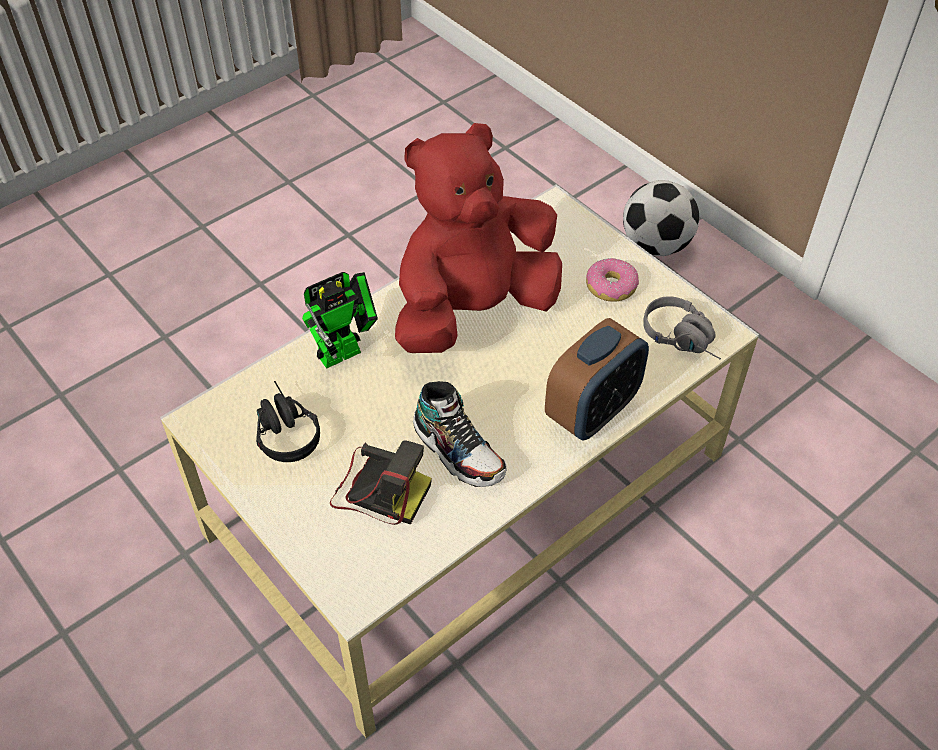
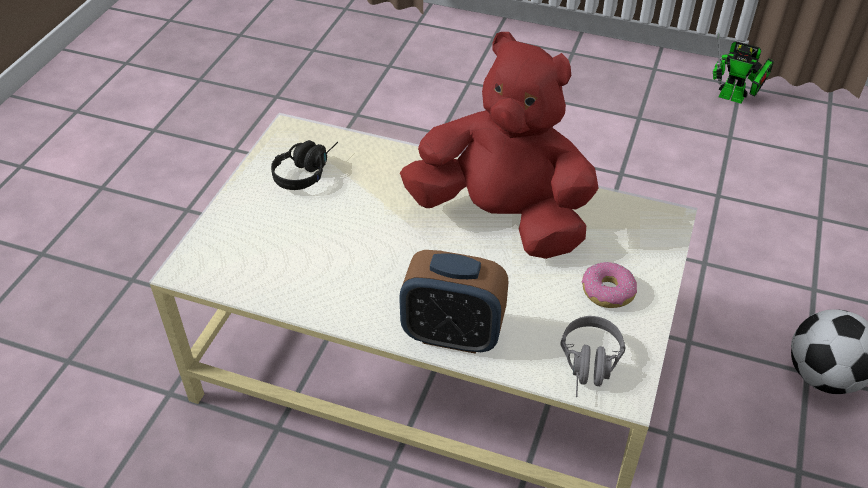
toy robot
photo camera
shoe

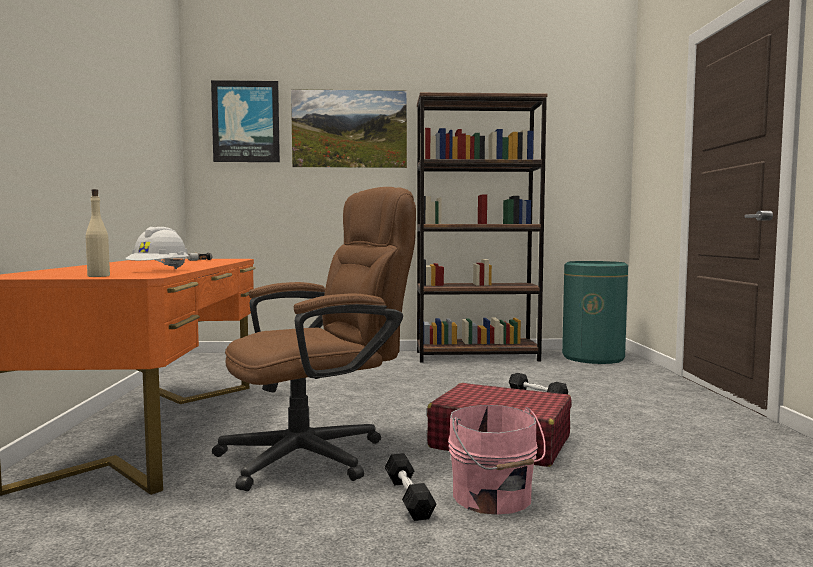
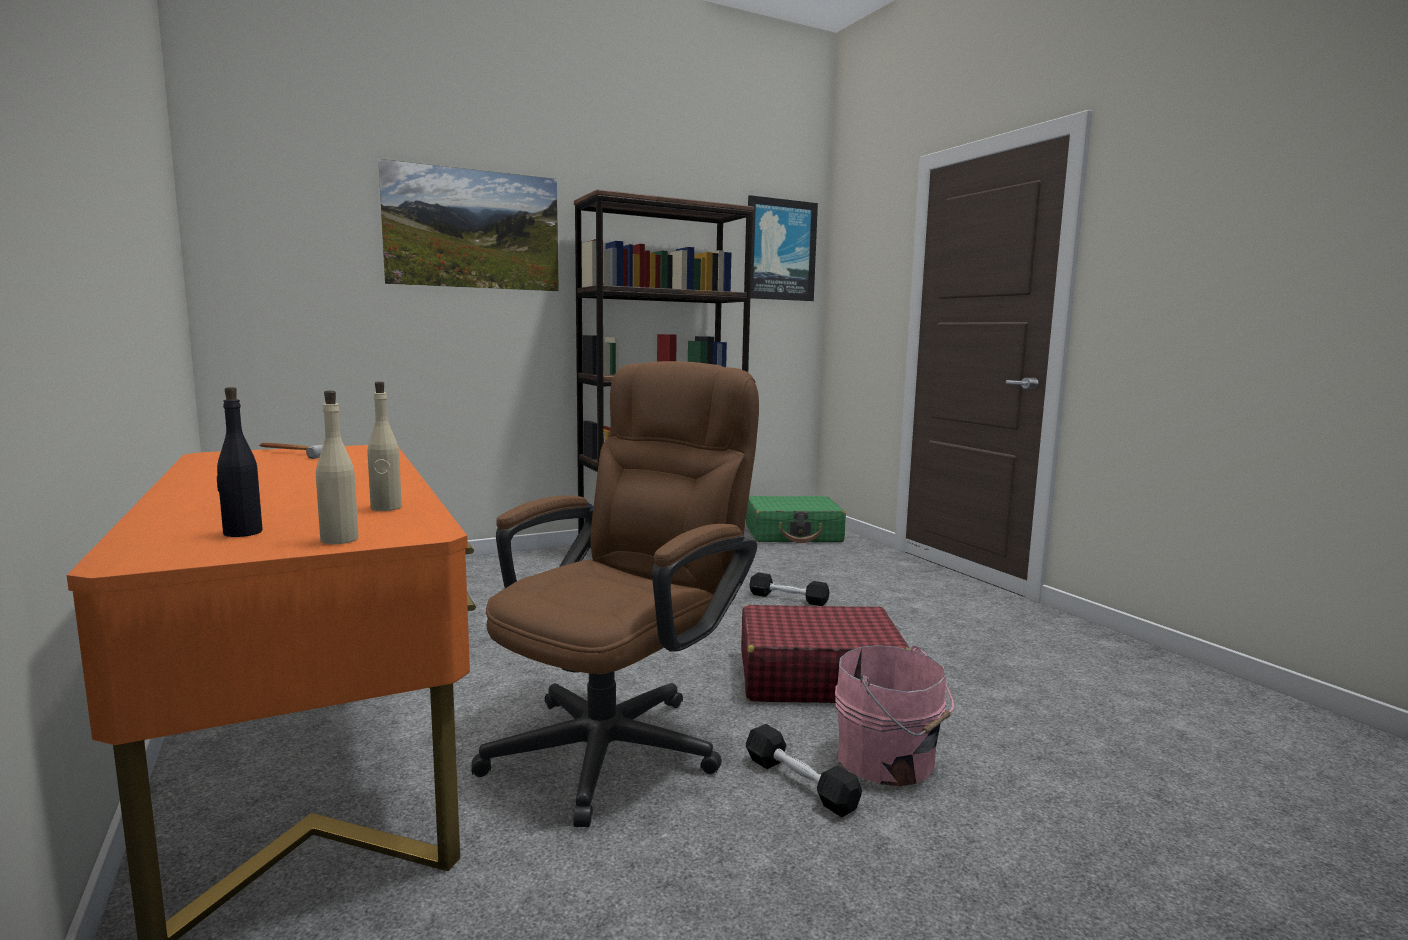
beige bottle (2nd from left)
picture (2nd from left)
green suitcase
black bottle

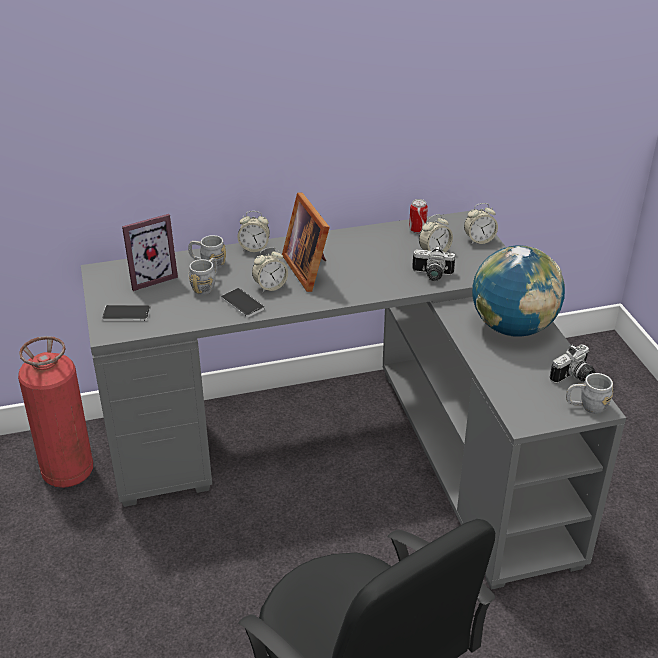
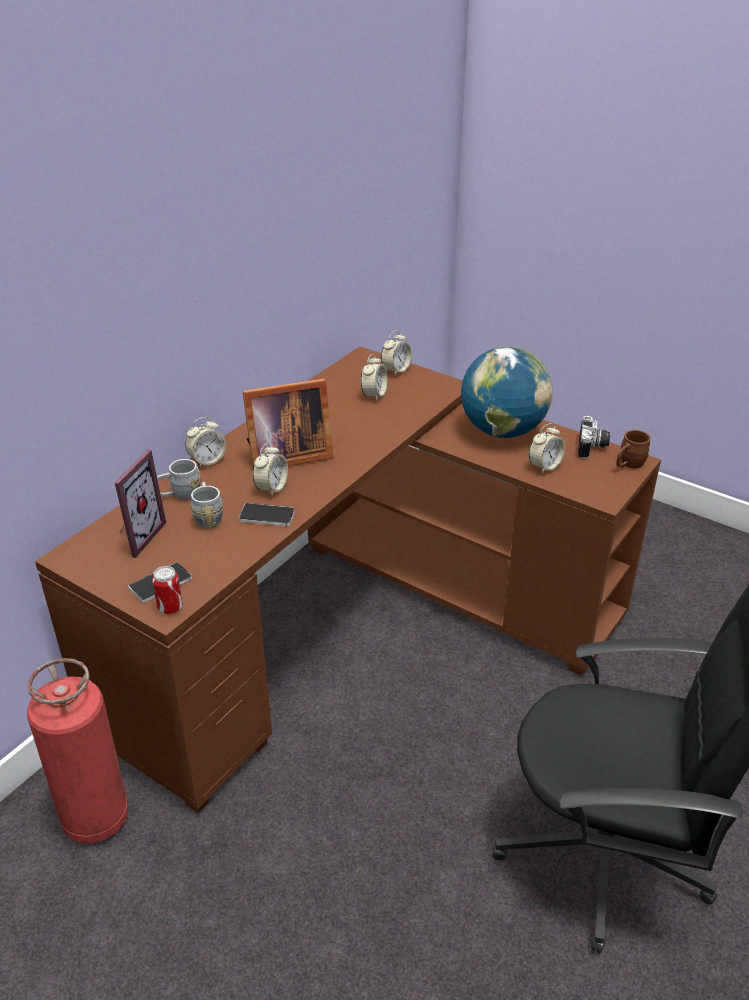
brown desk
picture frame (2nd from left)
can
photo camera (1st from left in the first image)
brown mug
alarm clock (5th from left)

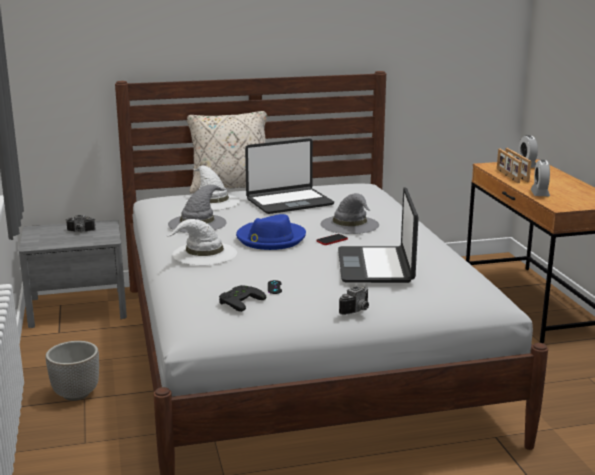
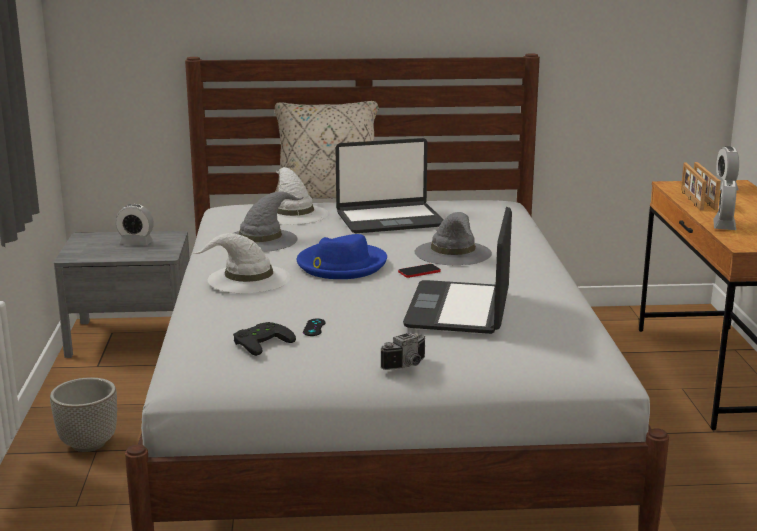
alarm clock (1st from left)

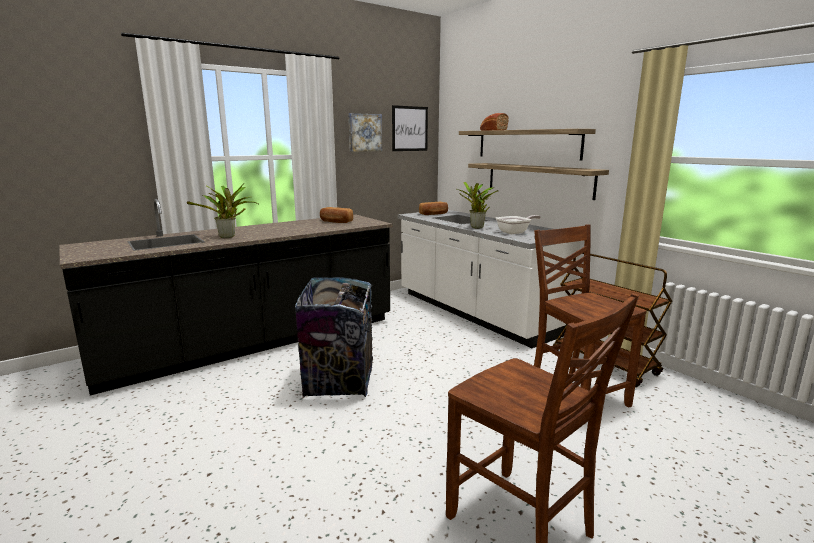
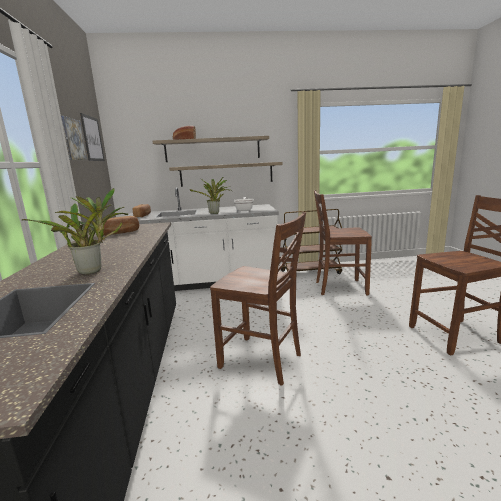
brown chair (1st from left)

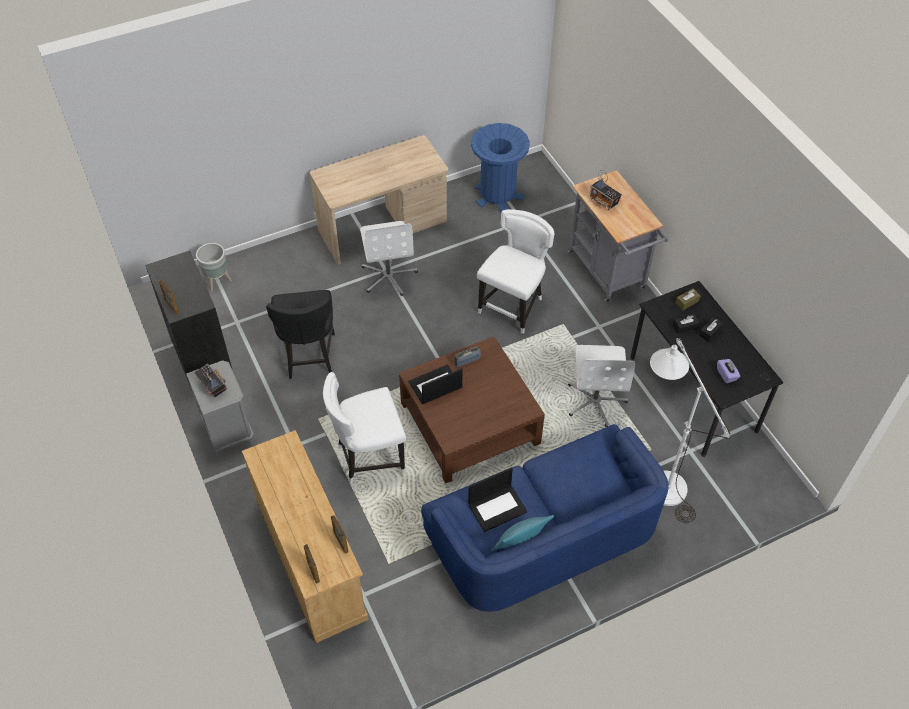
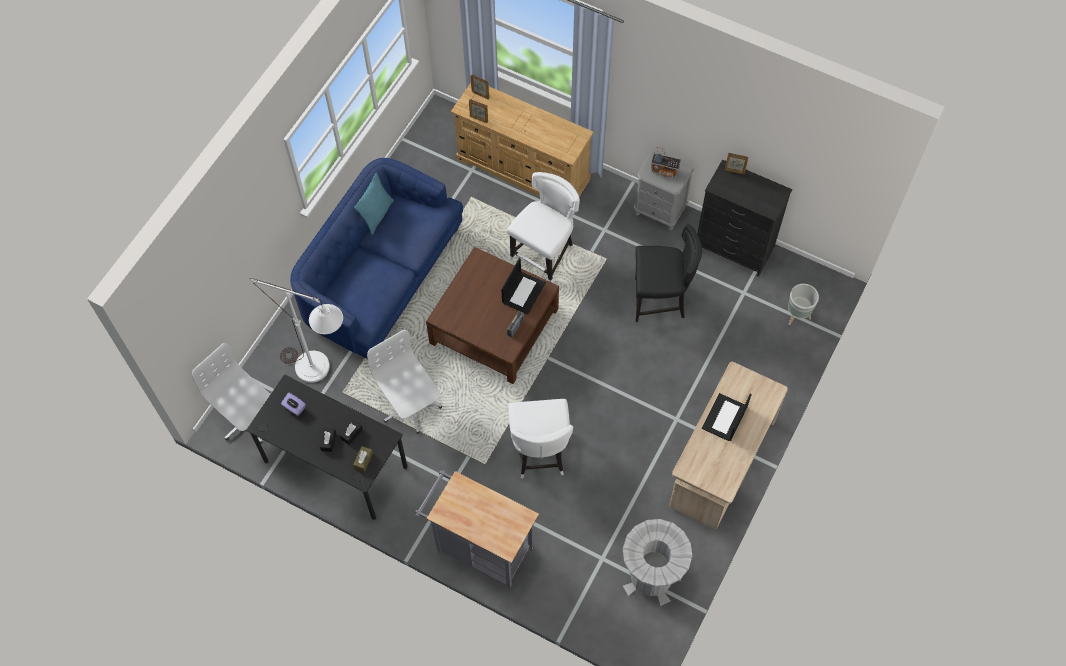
black chair
white office chair (1st from left)
laptop (2nd from left)
grey trash can
radio (3rd from left in the first image)

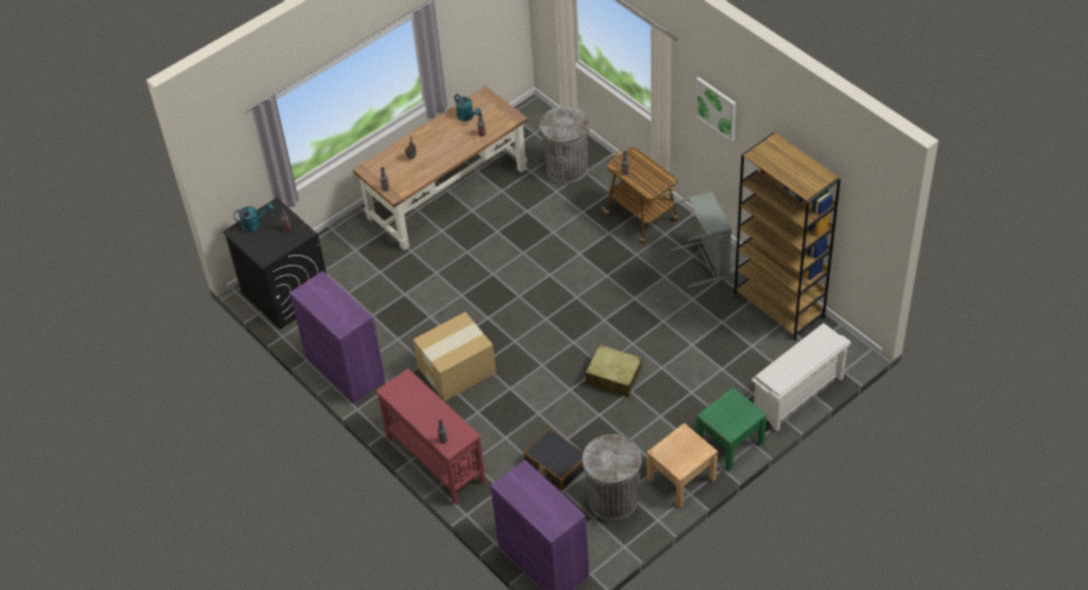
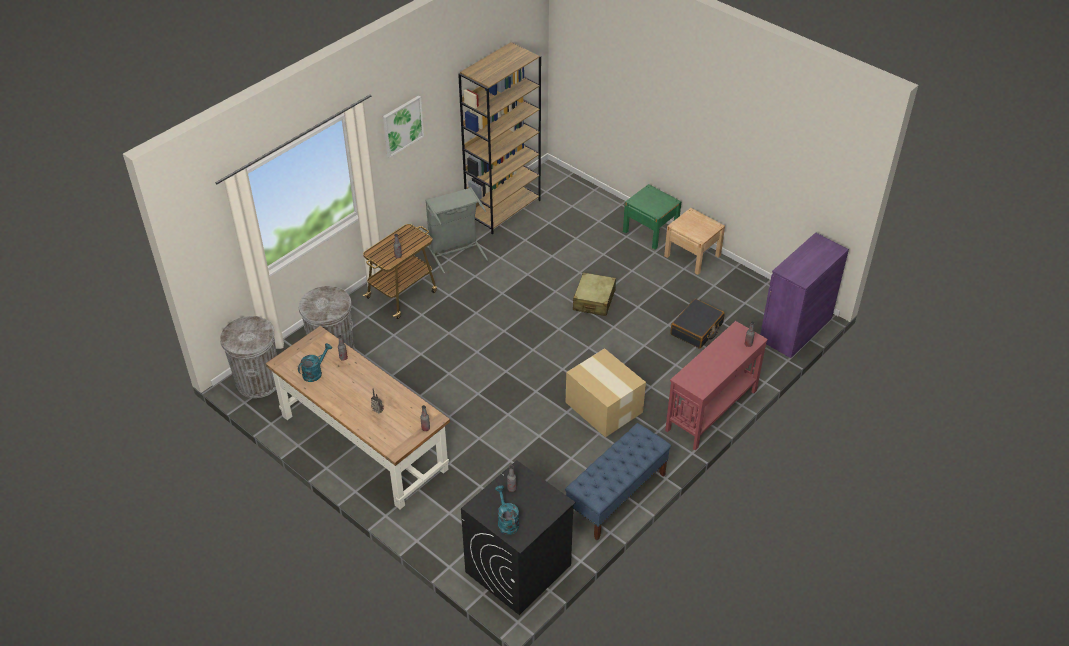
blue bench
grey trash can (1st from left)
white shoe rack

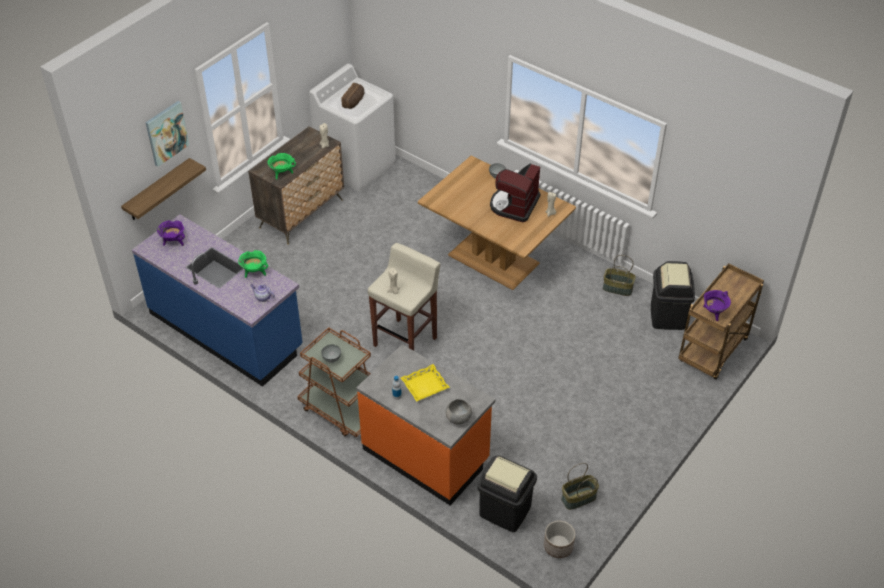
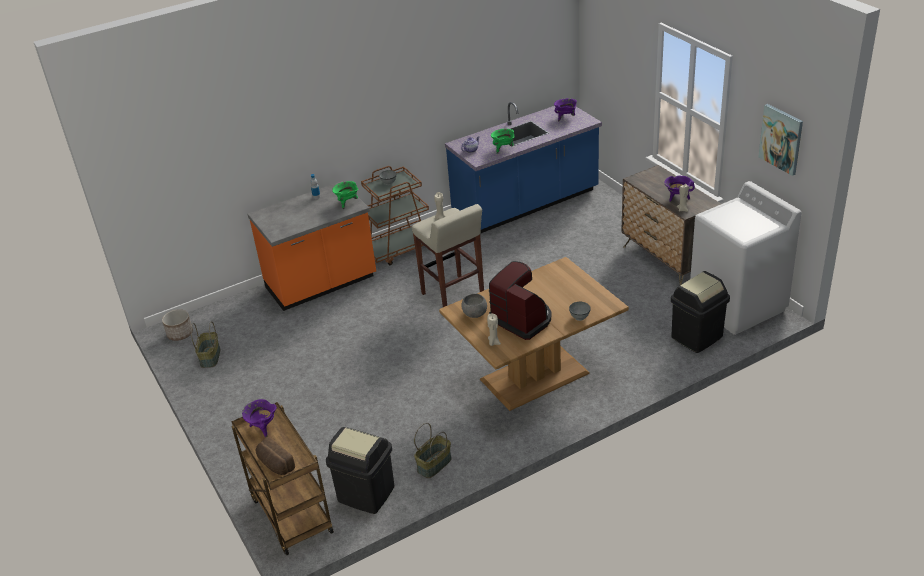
shelf
picture
green cooking pot (1st from left)
bread
yellow tray
grey bowl (2nd from left)
black trash can (2nd from left)
purple cooking pot (3rd from left)

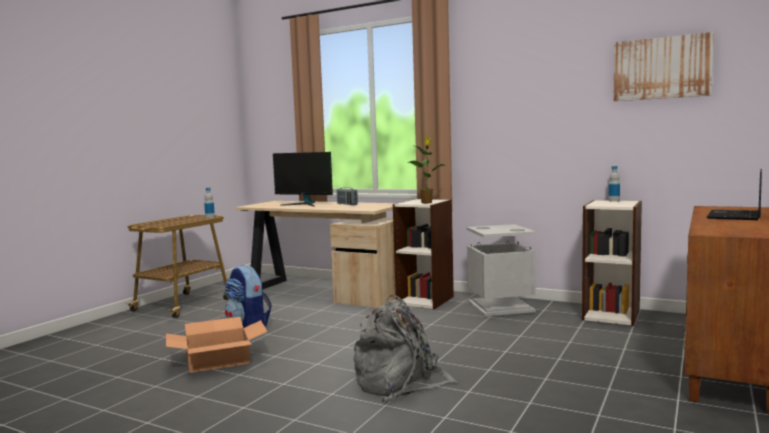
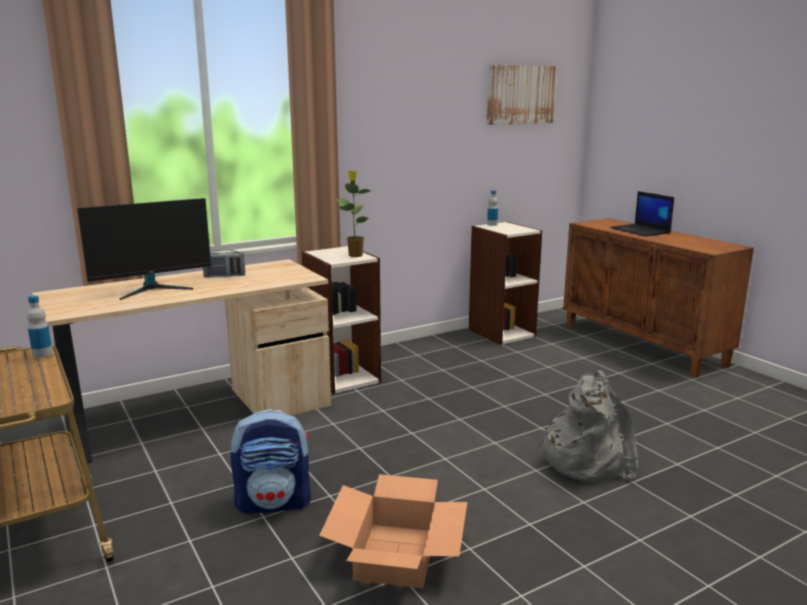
grey trash can

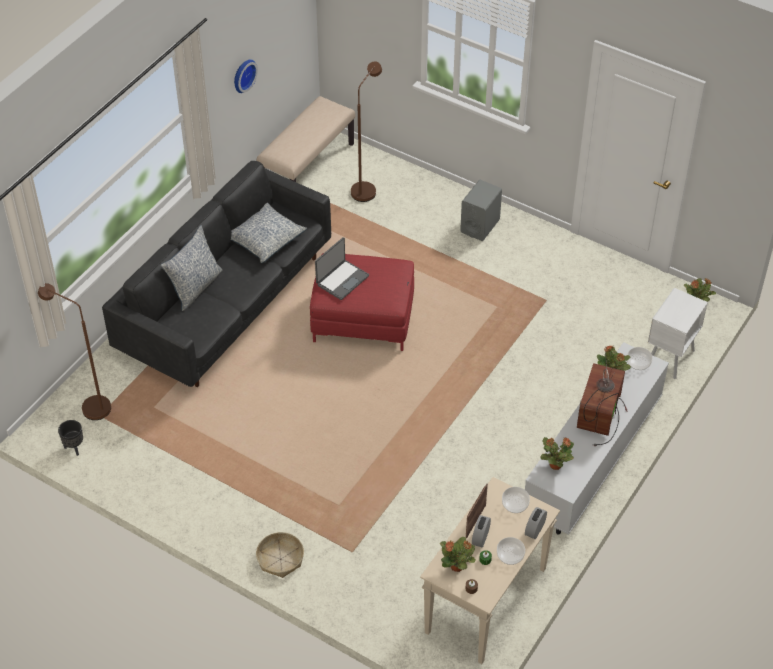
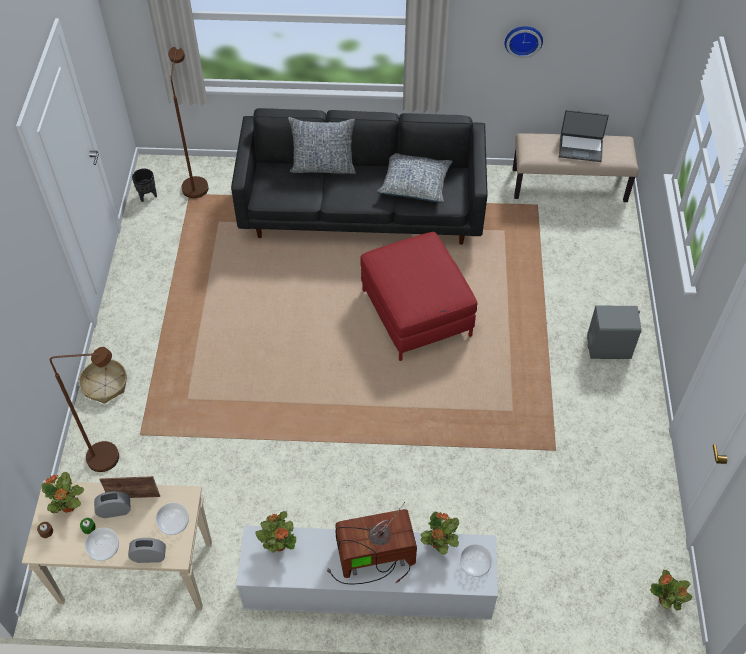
laptop
brown floor lamp (1st from left)
white nightstand

